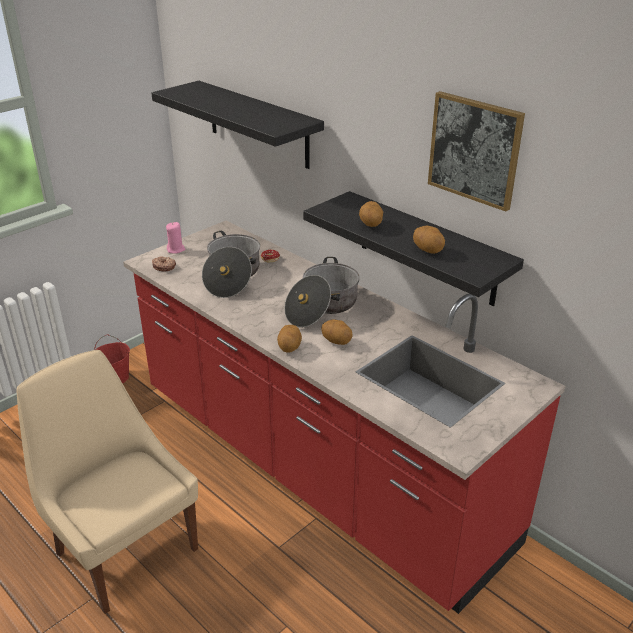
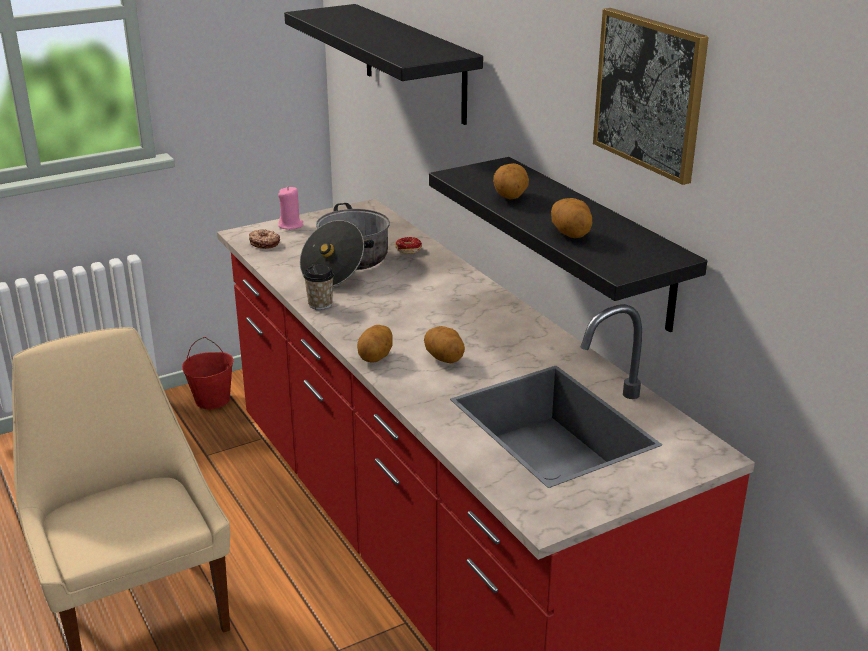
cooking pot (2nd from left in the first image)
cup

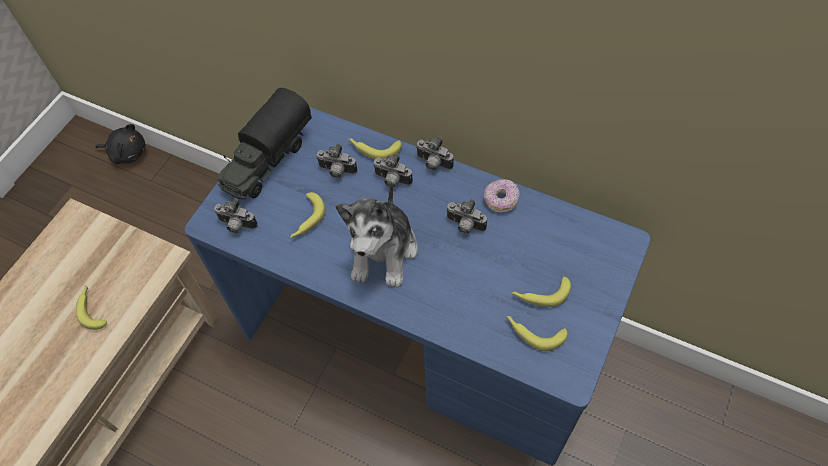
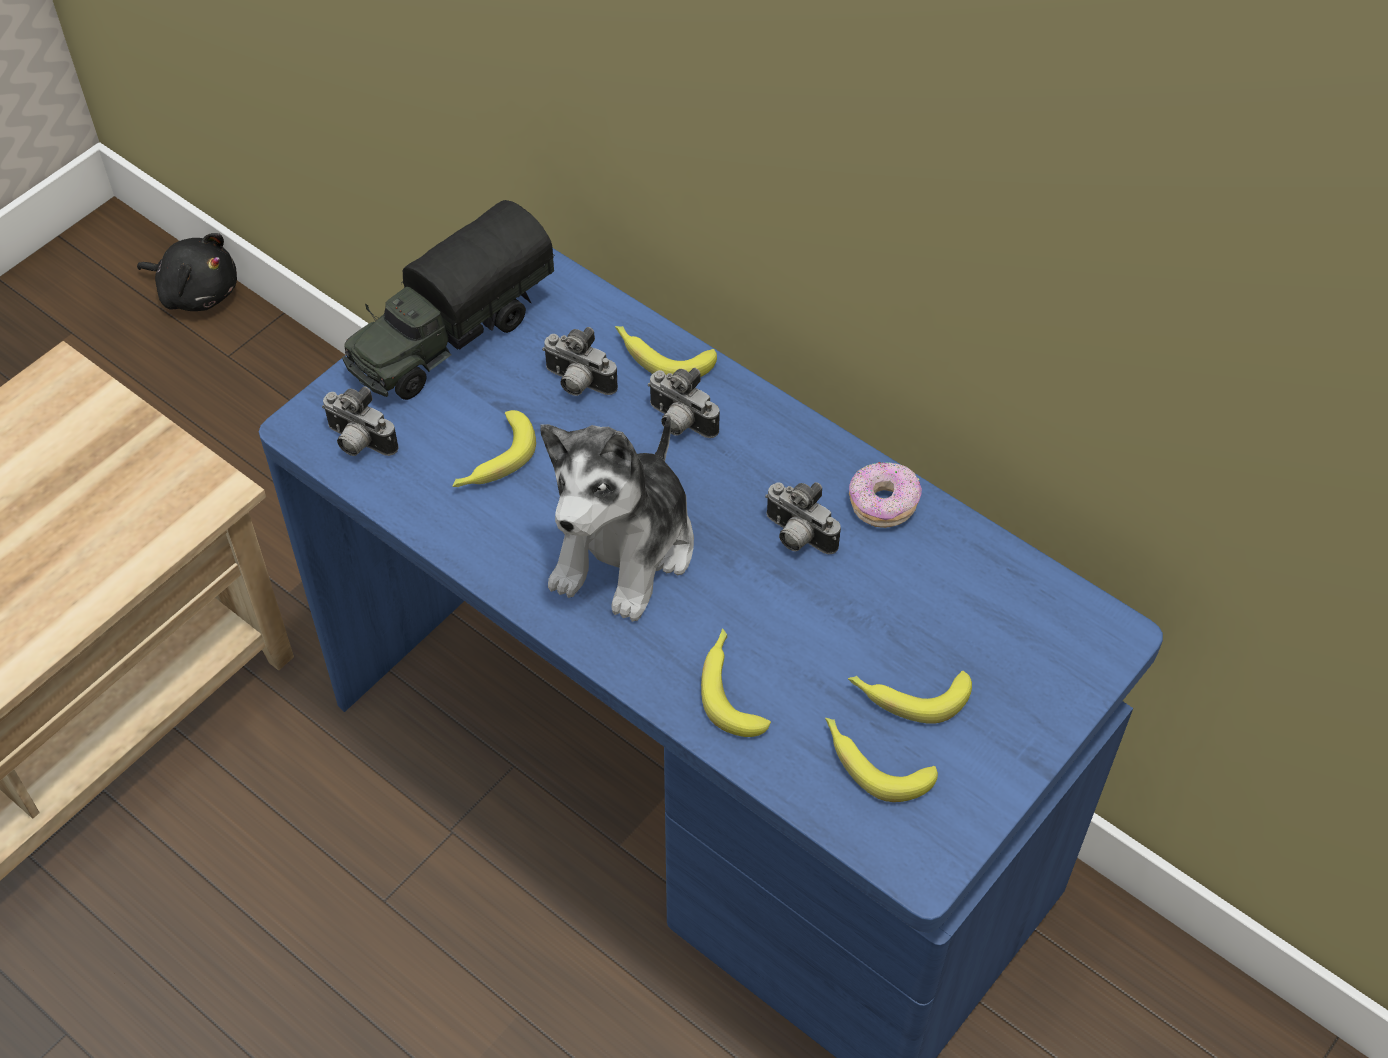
banana (3rd from left)
photo camera (4th from left in the first image)

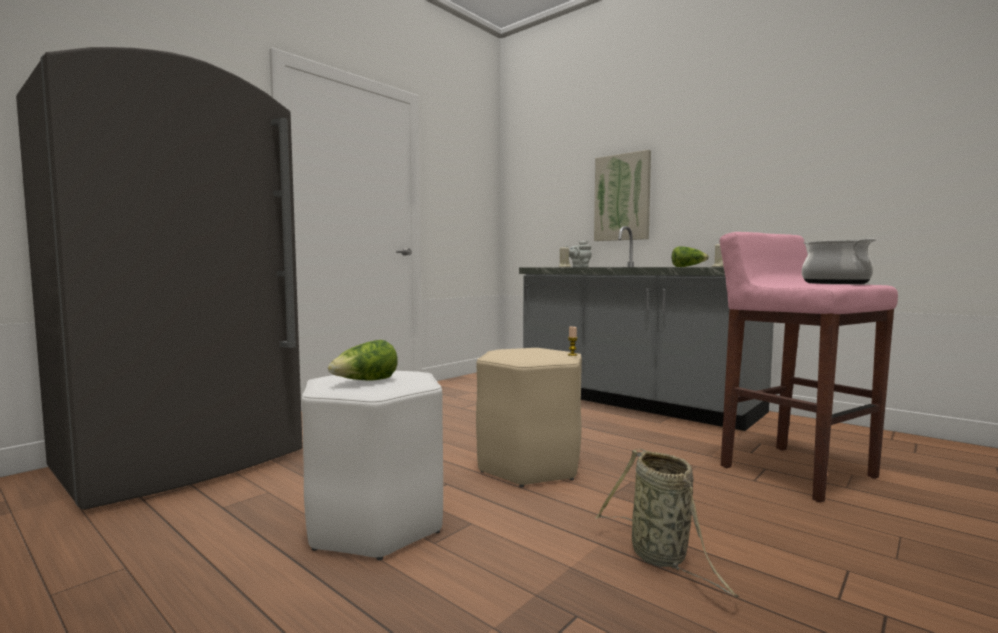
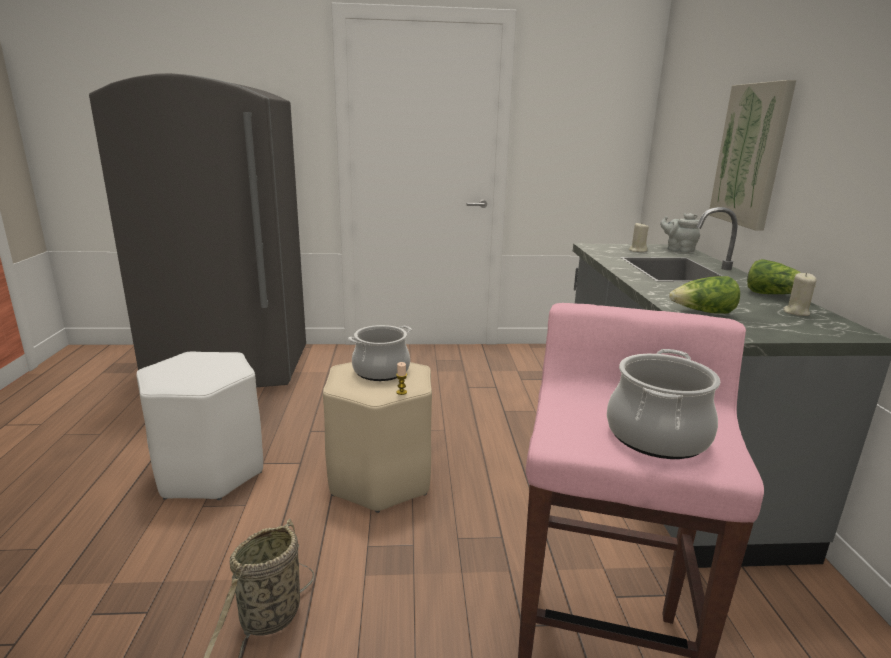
lettuce (1st from left)
cooking pot (1st from left)

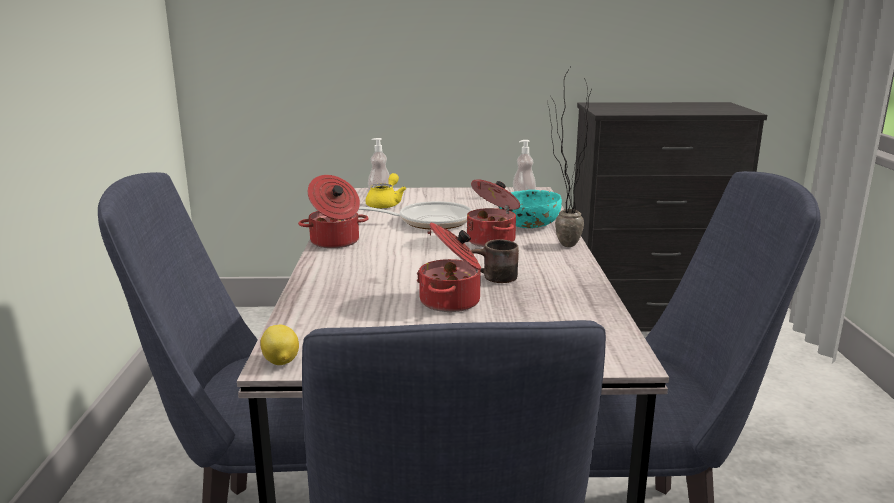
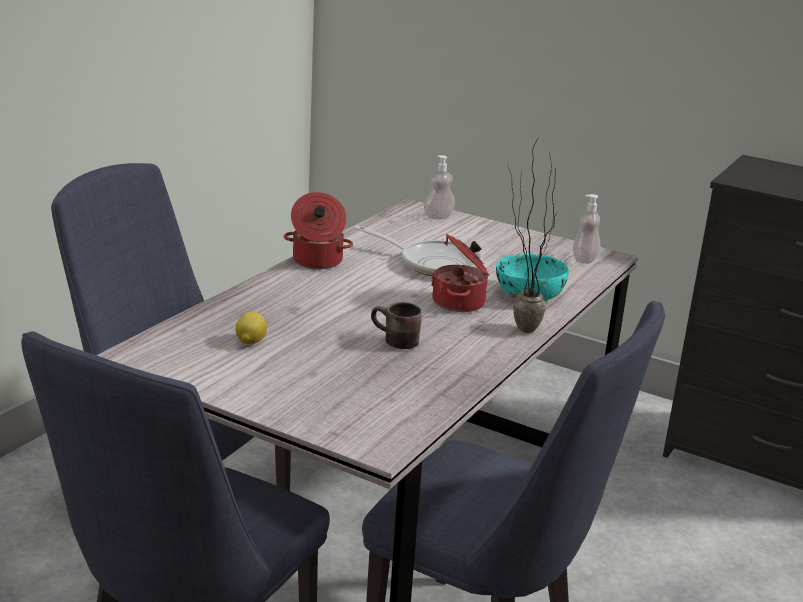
lemon
yellow teapot
cooking pot (2nd from left in the first image)

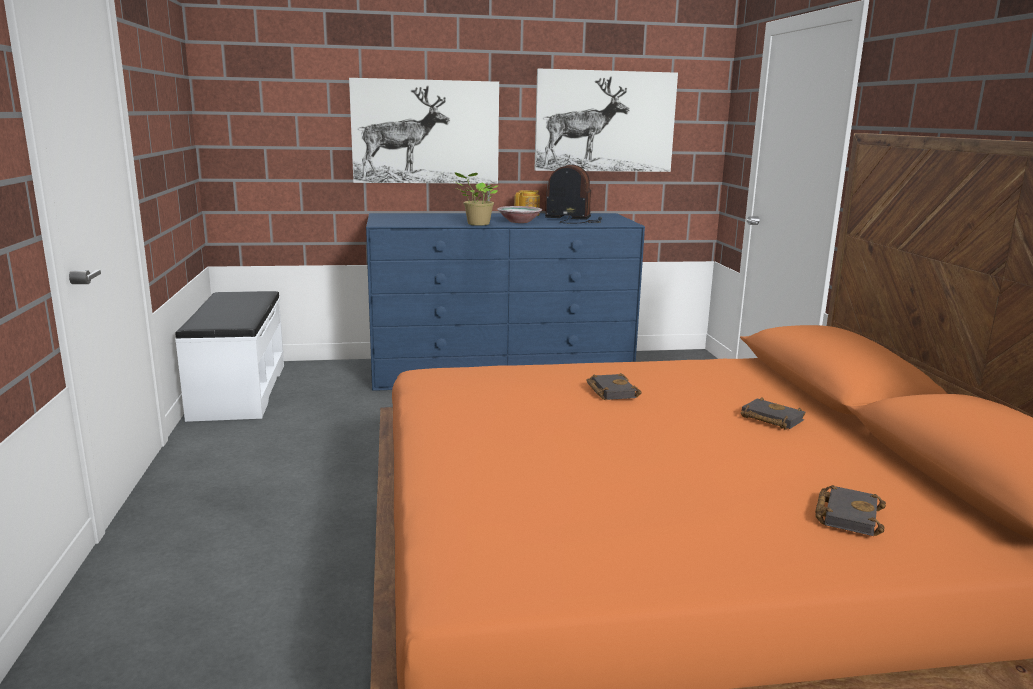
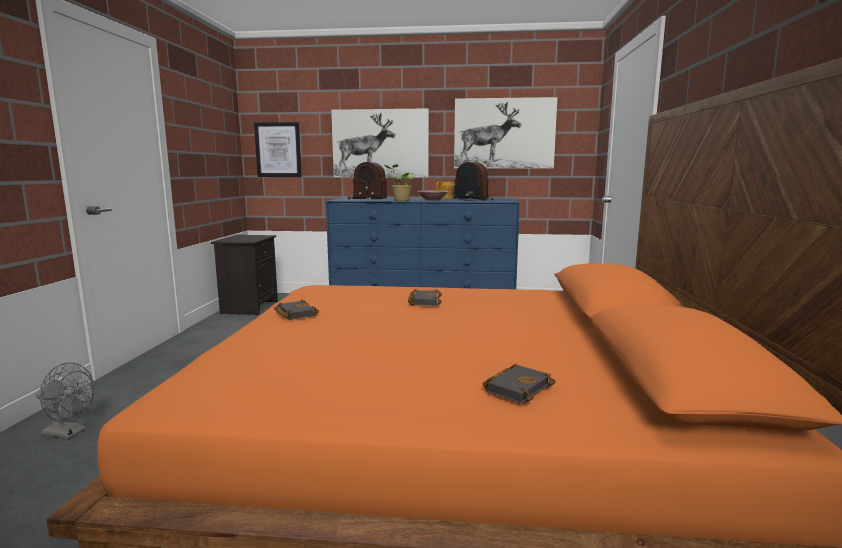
black nightstand
black book (1st from left)
grey fan
picture (1st from left)
radio (1st from left)

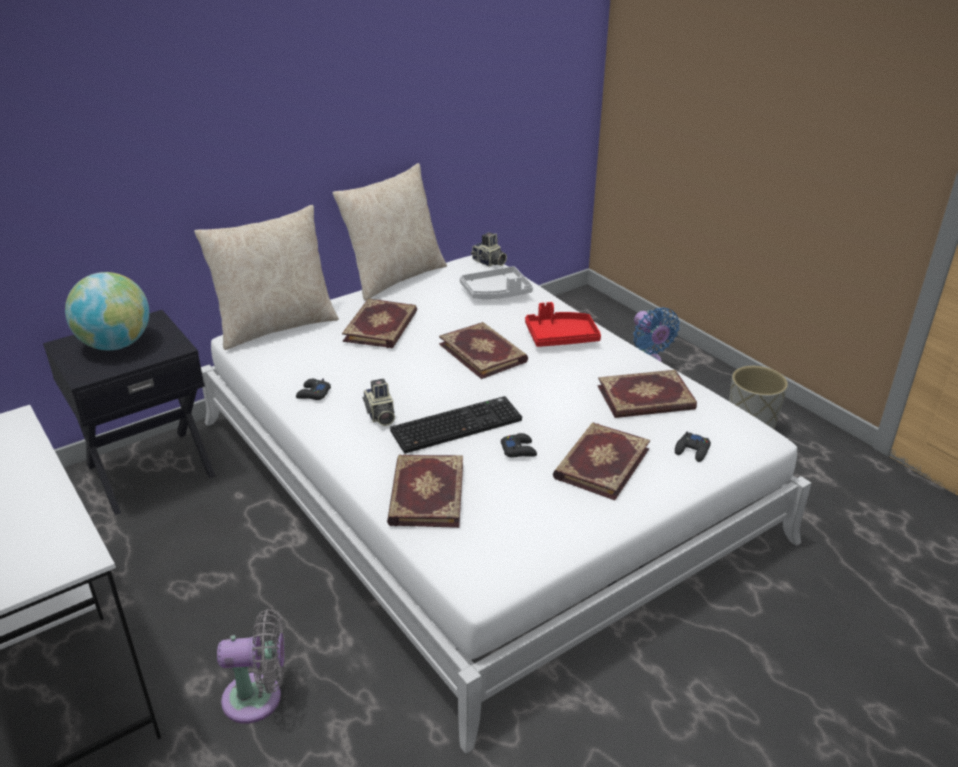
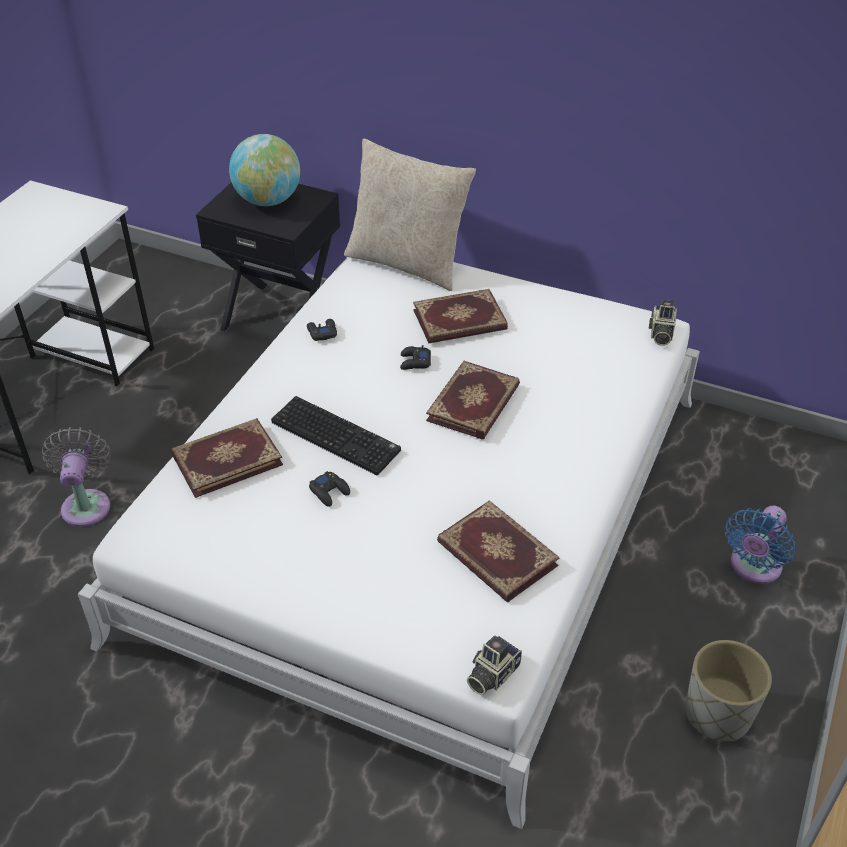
grey fan
beige pillow (2nd from left in the first image)
photo camera (1st from left)
grey tray
red tray
book (4th from left in the first image)
black game controller (3rd from left)

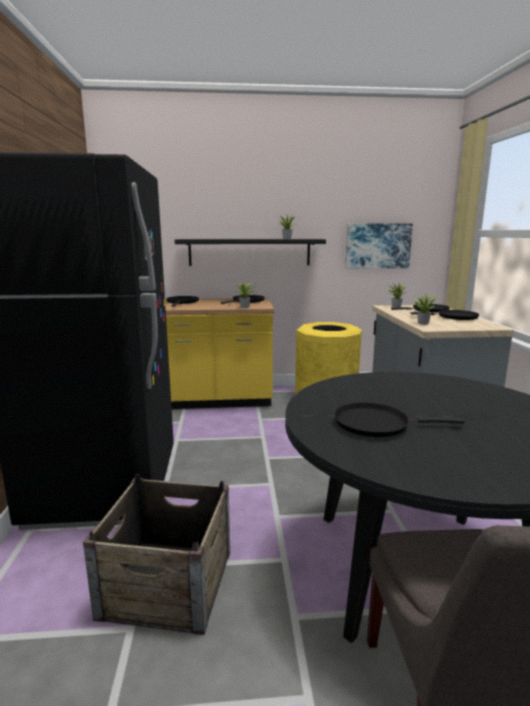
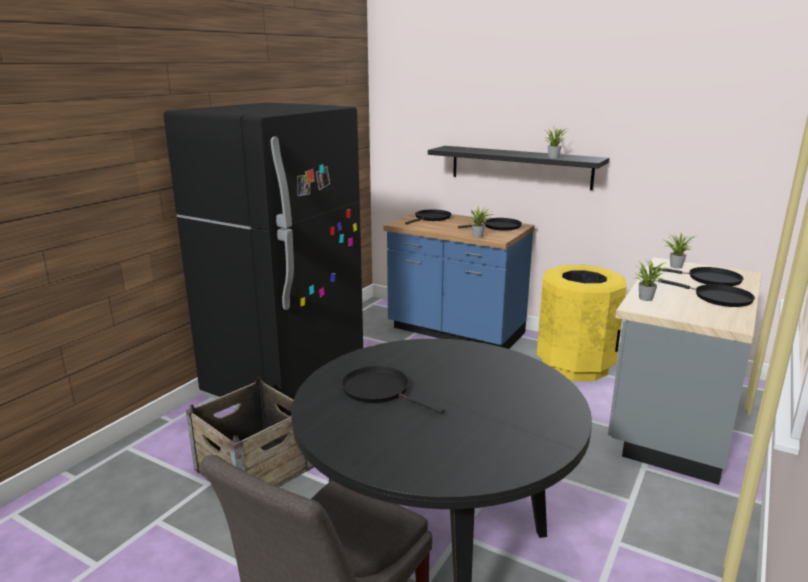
blue counter
picture

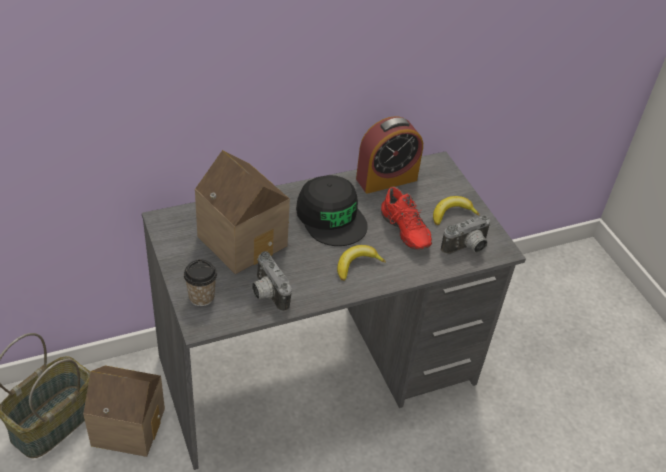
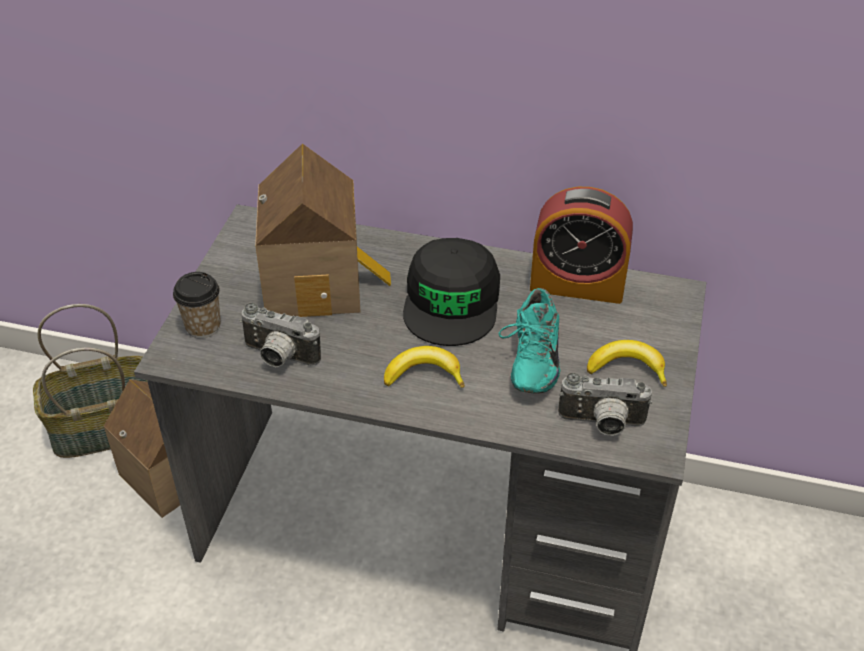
photo camera (1st from left)
turquoise shoe

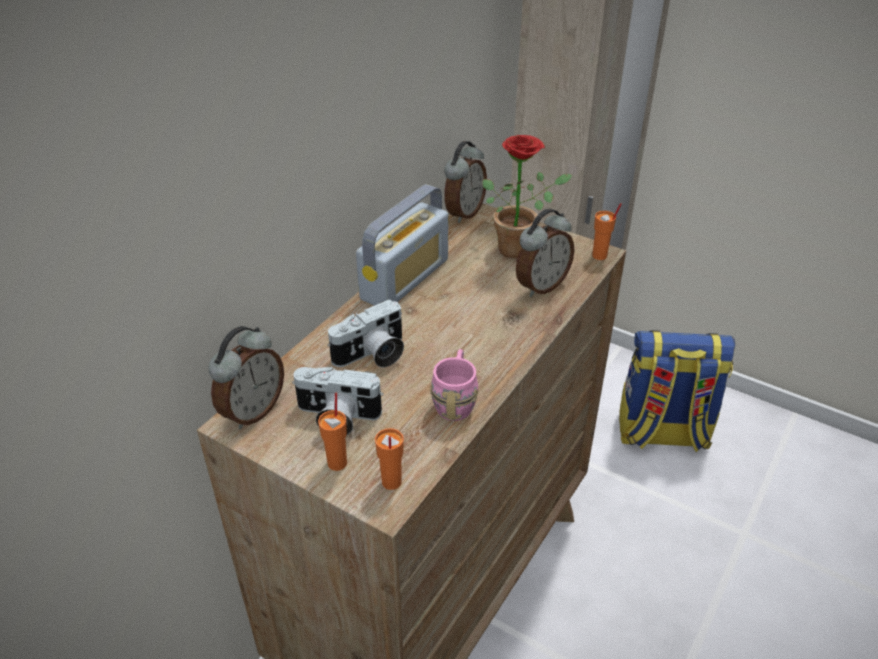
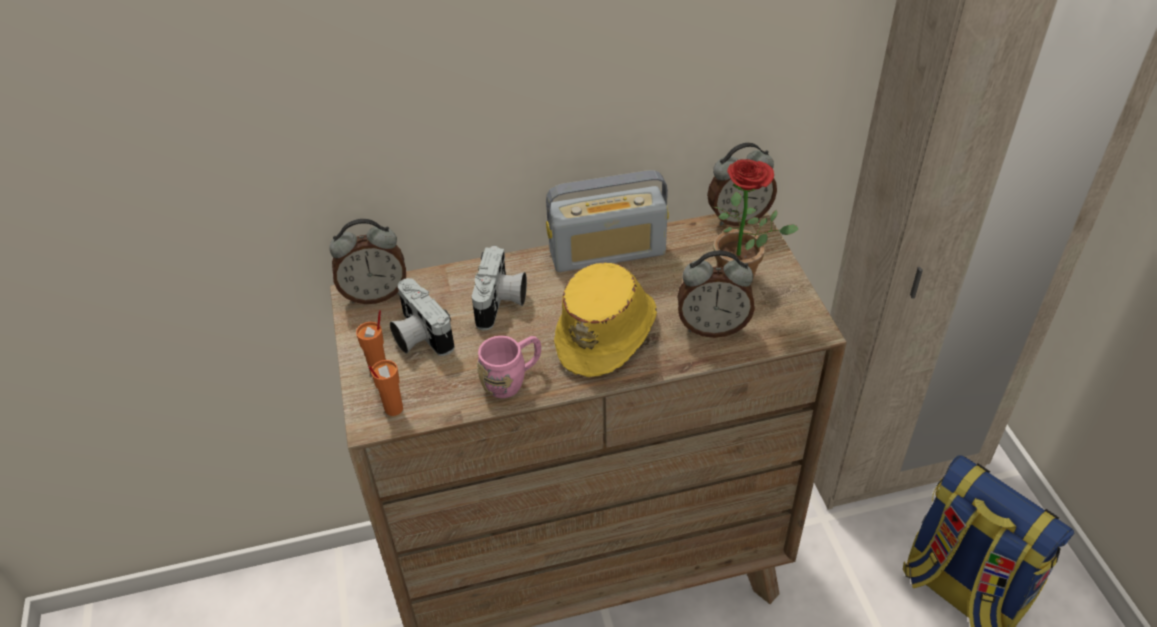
photo camera (2nd from left)
orange cup (3rd from left in the first image)
yellow hat

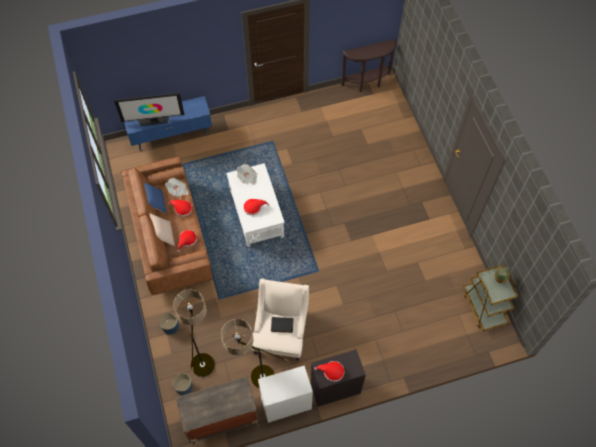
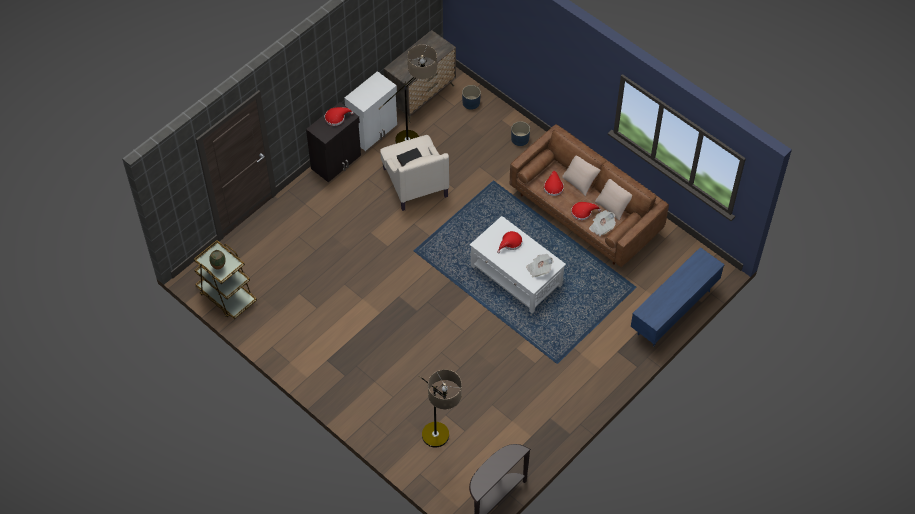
television
beige pillow (2nd from left)
floor lamp (2nd from left)

